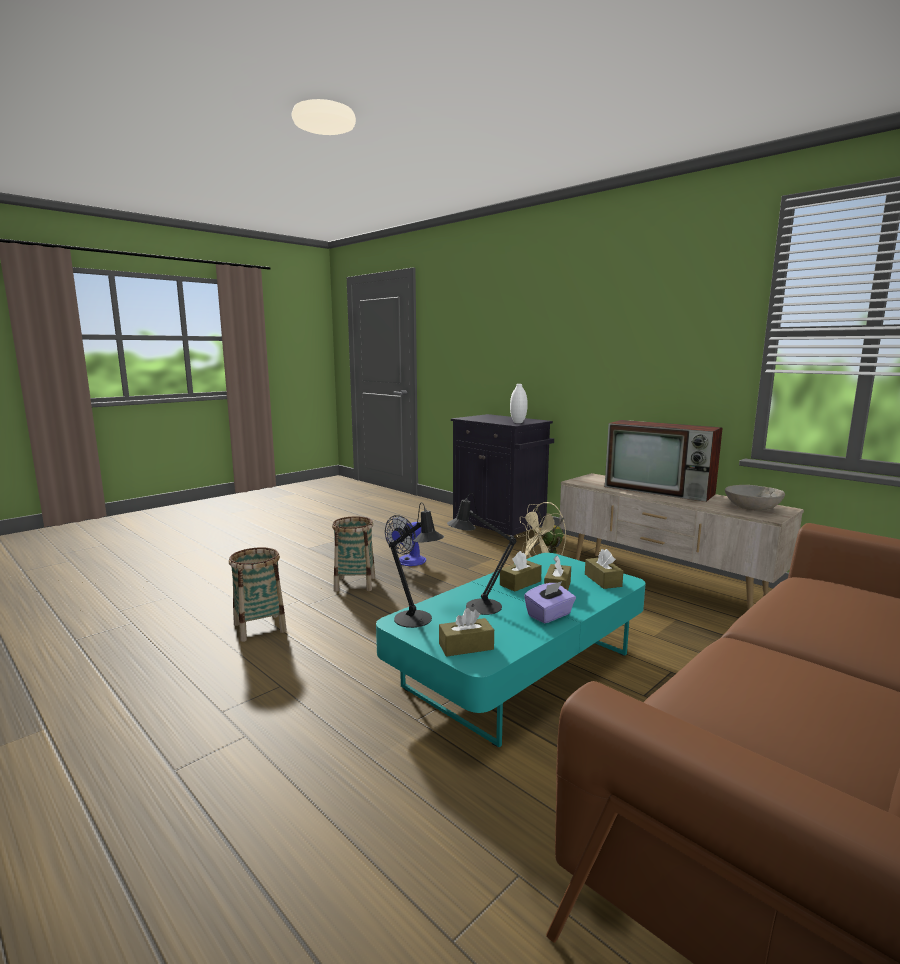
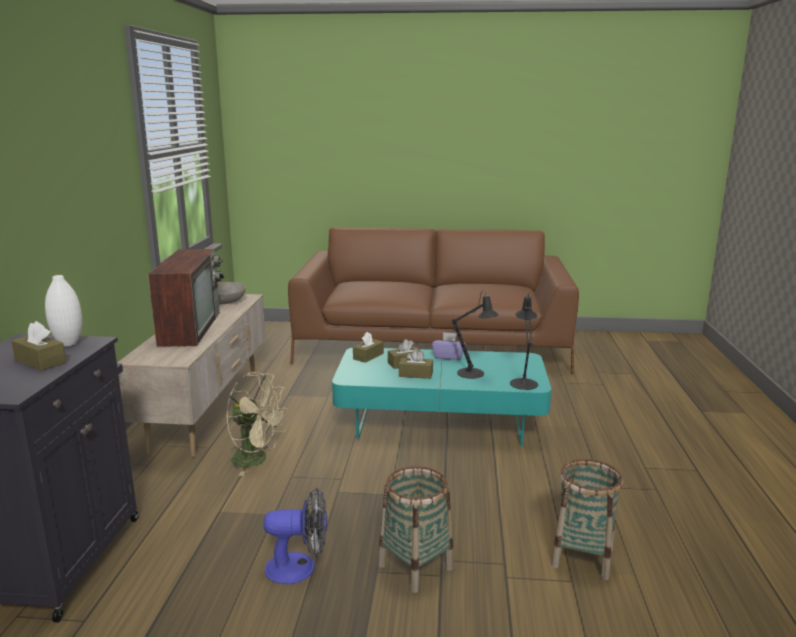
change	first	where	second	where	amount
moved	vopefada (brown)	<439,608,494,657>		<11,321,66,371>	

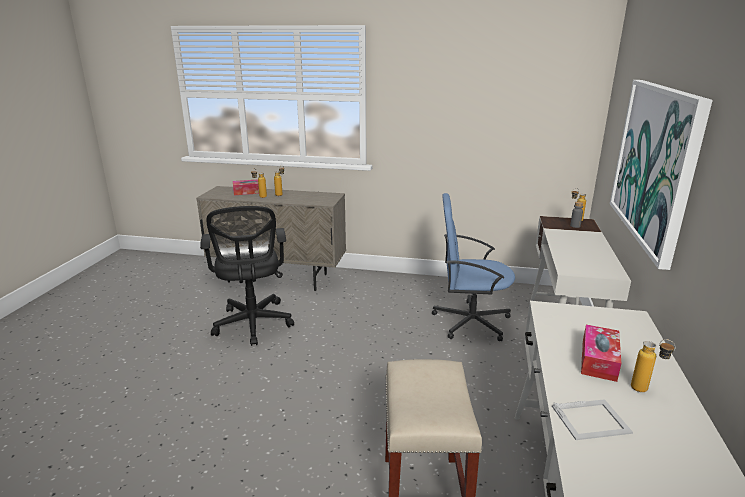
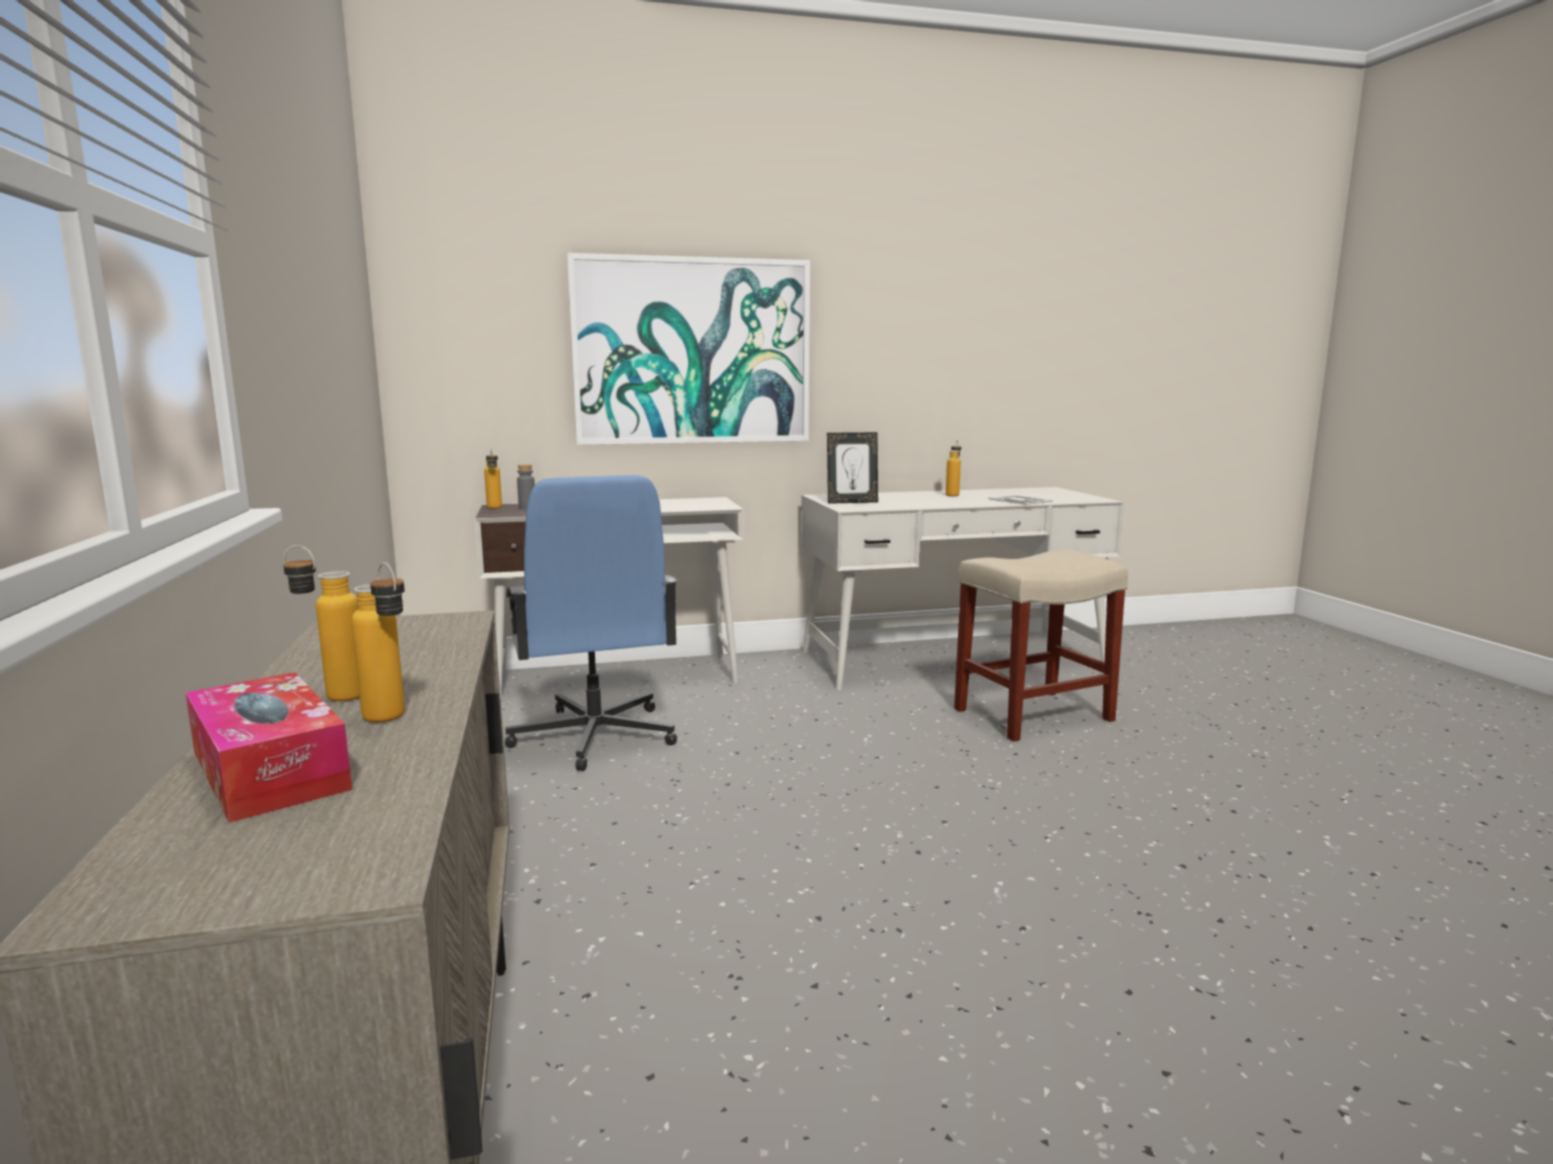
change	first	where	second	where	amount
removed	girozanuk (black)	<200,206,294,346>			
removed	vopefada	<581,325,621,382>			
added			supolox	<827,432,878,504>	

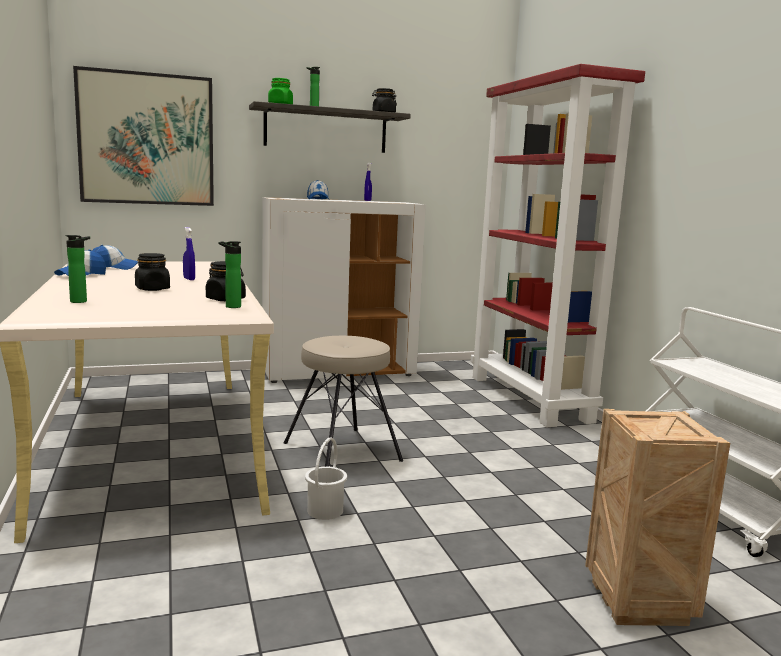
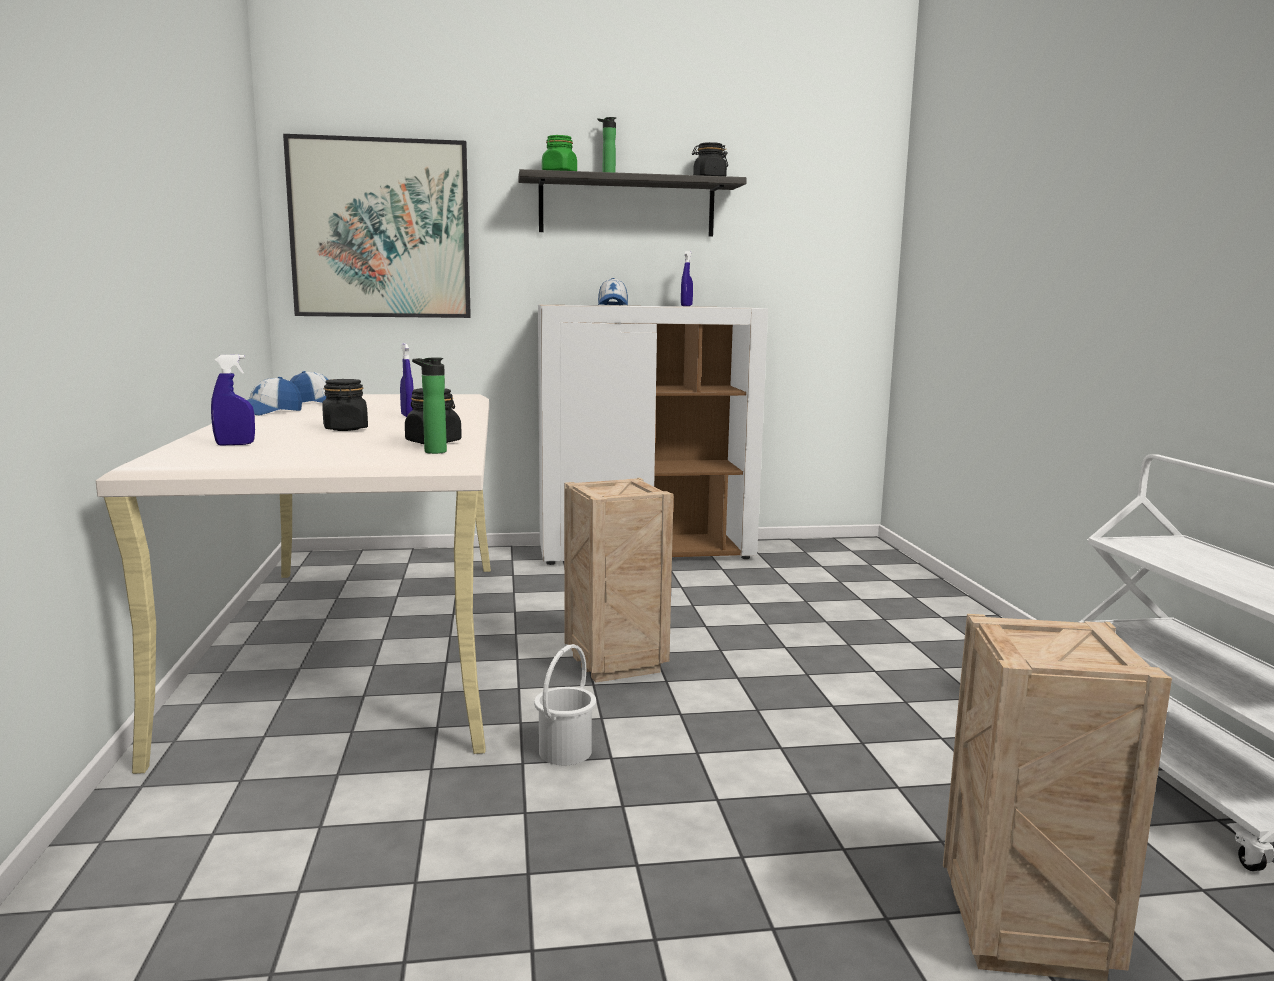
change	first	where	second	where	amount
removed	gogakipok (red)	<471,64,645,427>			
replaced	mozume	<66,235,90,303>	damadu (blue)	<211,354,255,446>	
replaced	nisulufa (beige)	<284,336,403,467>	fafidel	<564,478,673,683>	

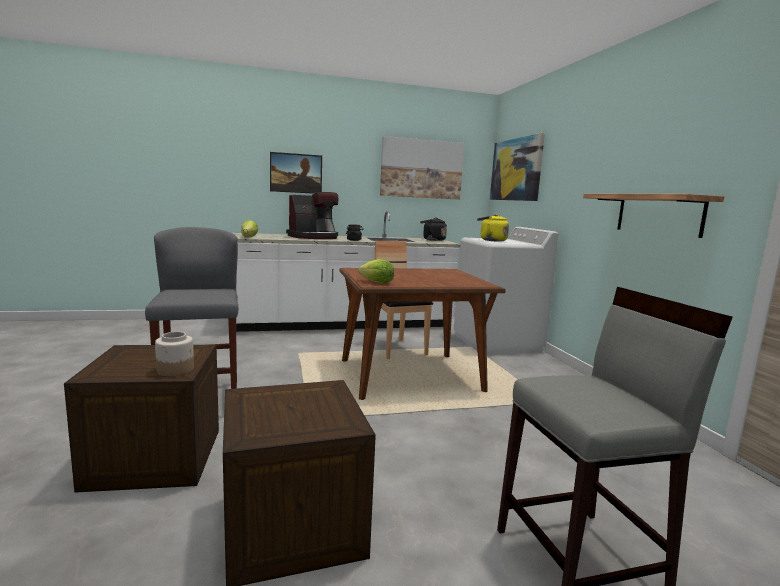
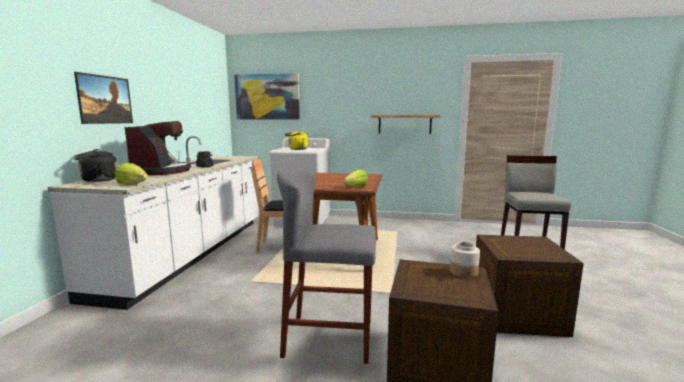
change	first	where	second	where	amount
removed	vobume	<380,136,464,200>			
moved	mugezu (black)	<420,218,447,241>		<74,149,118,182>	

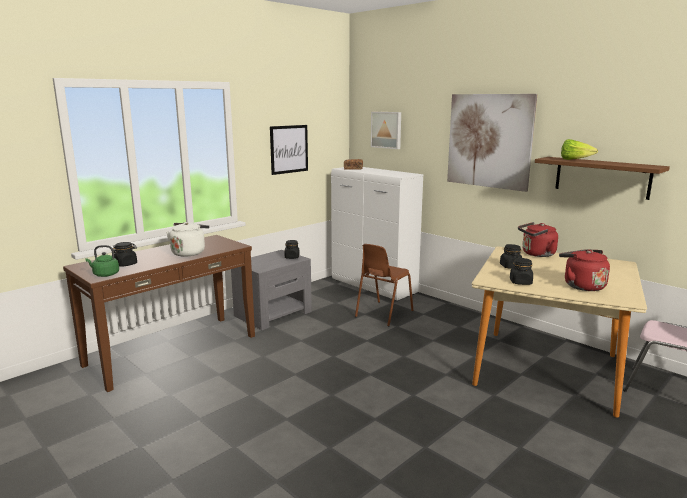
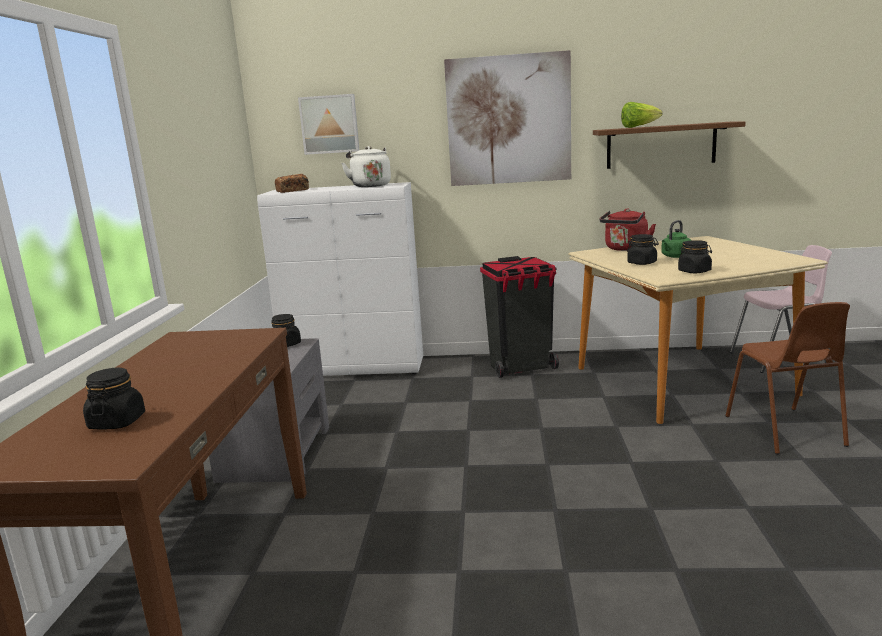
change	first	where	second	where	amount
removed	vobume	<270,125,308,175>			
moved	mugezu (white)	<166,222,209,257>		<341,146,391,187>	
moved	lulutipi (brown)	<355,244,413,326>		<725,302,850,454>	
moved	mugezu (green)	<86,245,119,277>		<661,220,691,258>	
removed	mugezu (red)	<559,249,610,291>			
added			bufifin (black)	<480,256,559,378>	

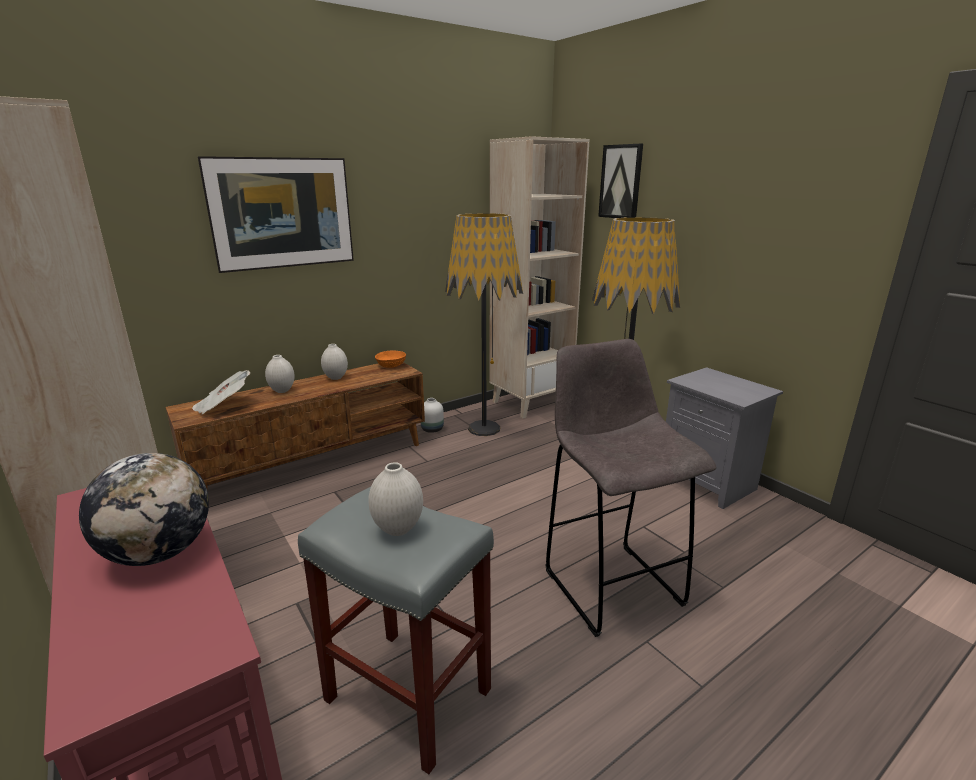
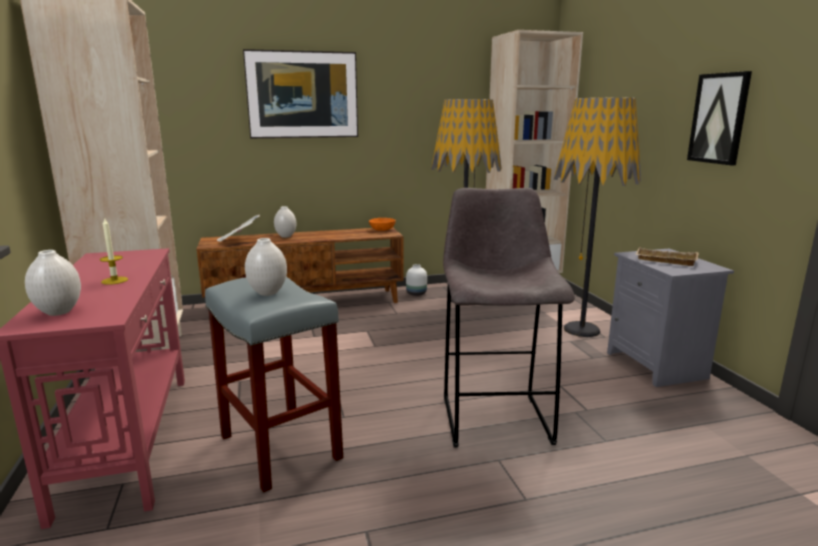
change	first	where	second	where	amount
moved	vobume	<598,144,643,218>		<687,71,752,165>	
moved	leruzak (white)	<321,344,348,380>		<25,250,81,316>	
replaced	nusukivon	<79,453,209,566>	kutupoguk	<100,217,128,285>	
added			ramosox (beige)	<635,247,699,266>	

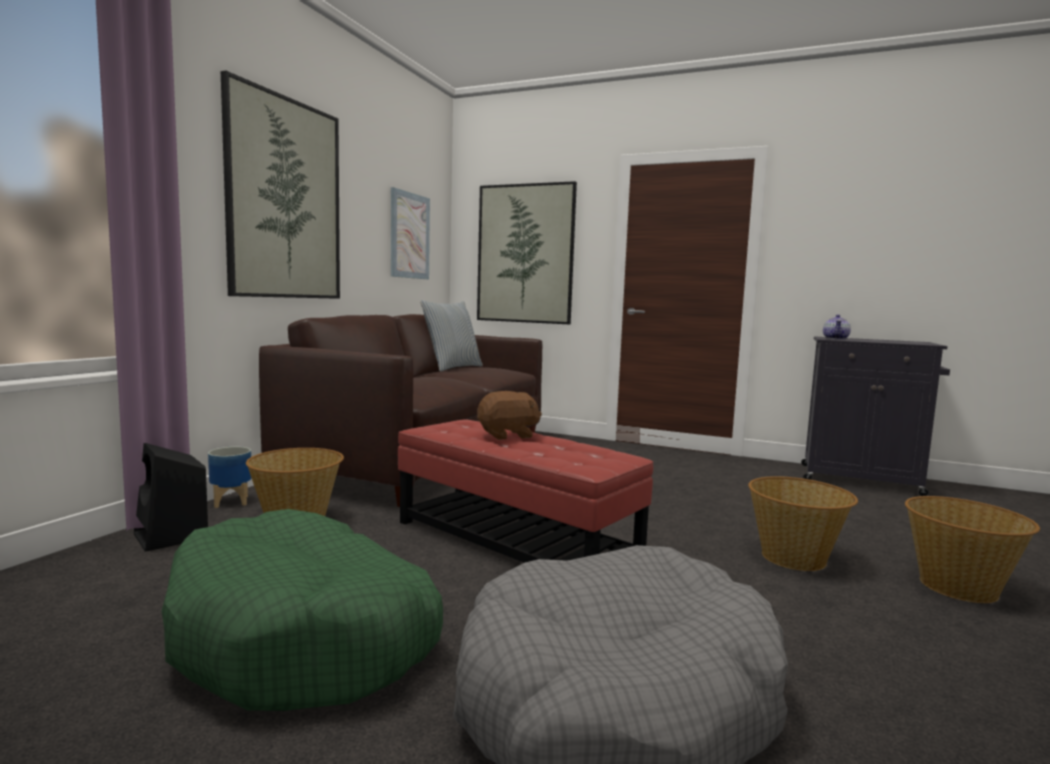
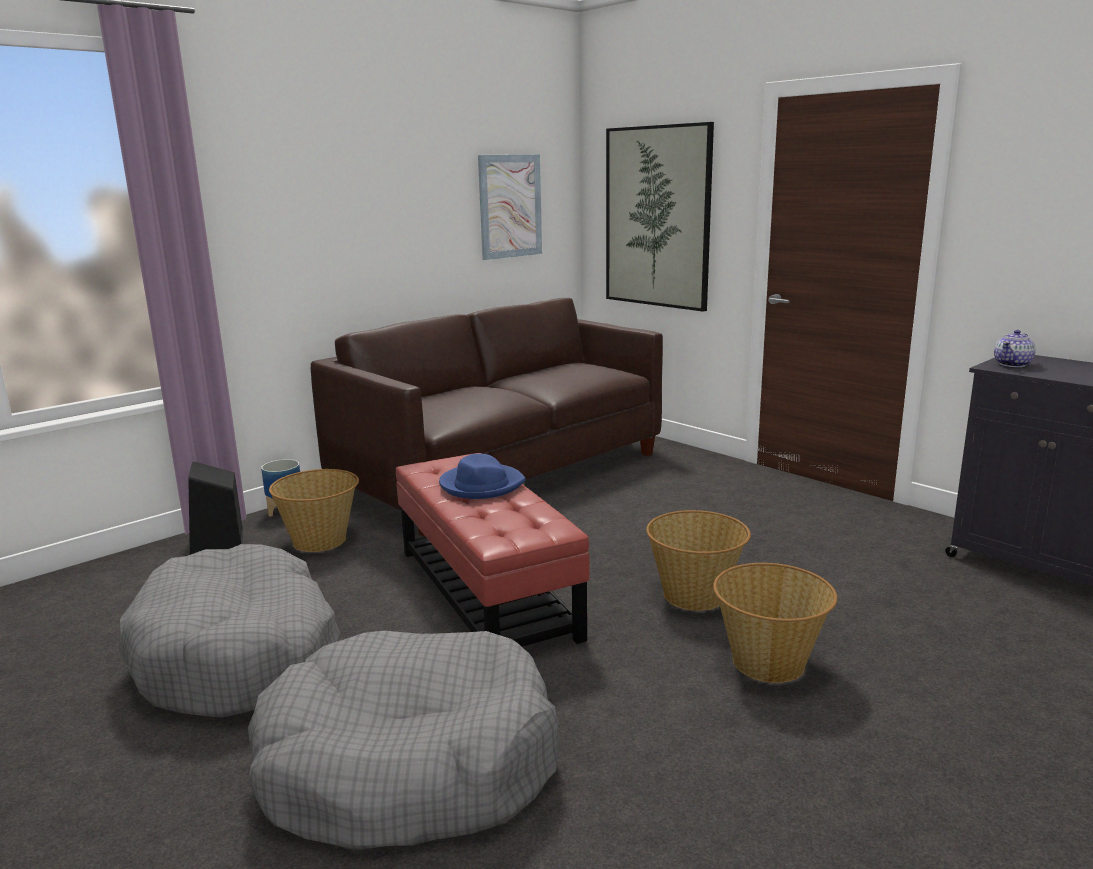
change	first	where	second	where	amount
removed	vobume	<221,71,340,299>			
removed	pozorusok	<420,300,483,372>			
replaced	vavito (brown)	<477,391,542,440>	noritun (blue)	<439,454,526,499>	
moved	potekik	<905,496,1040,603>		<646,510,751,611>	
recoloured	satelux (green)	<162,509,443,711>	satelux (grey)	<119,544,340,718>	

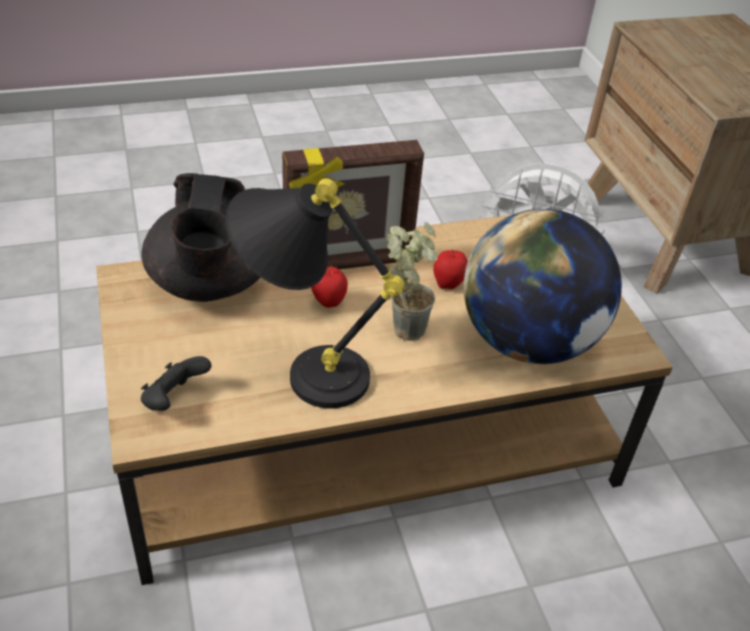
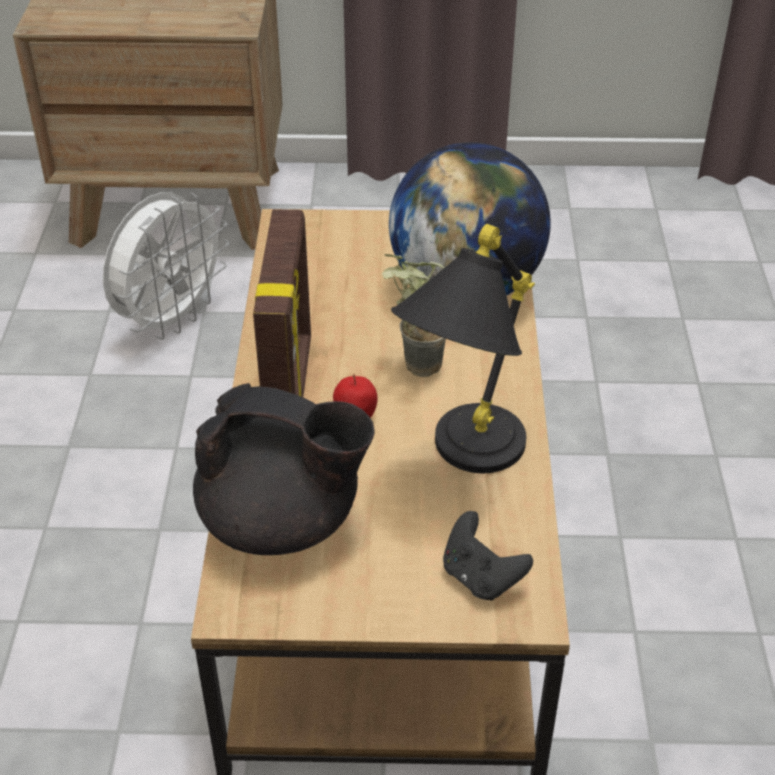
change	first	where	second	where	amount
removed	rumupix	<433,250,468,289>			

